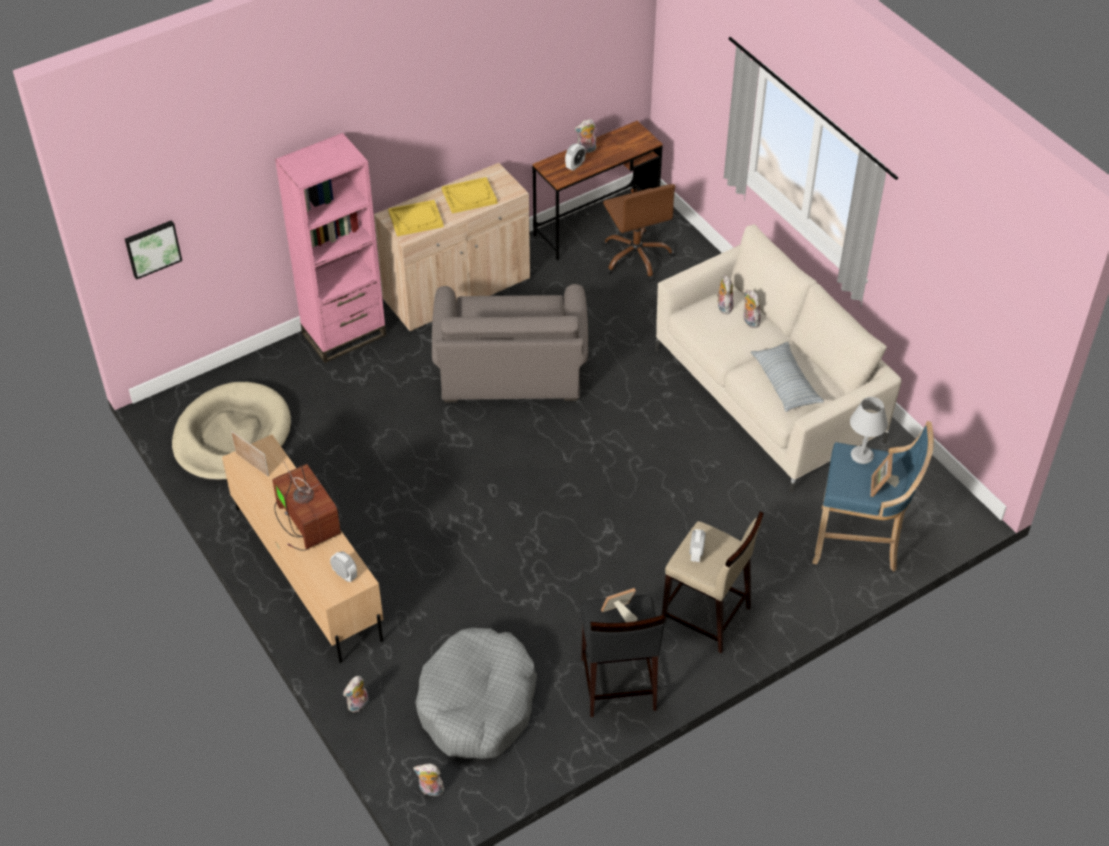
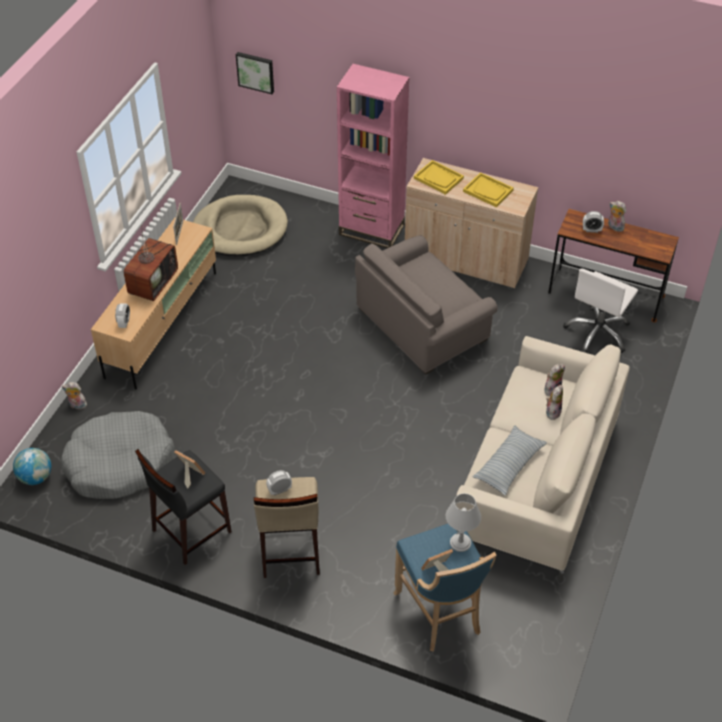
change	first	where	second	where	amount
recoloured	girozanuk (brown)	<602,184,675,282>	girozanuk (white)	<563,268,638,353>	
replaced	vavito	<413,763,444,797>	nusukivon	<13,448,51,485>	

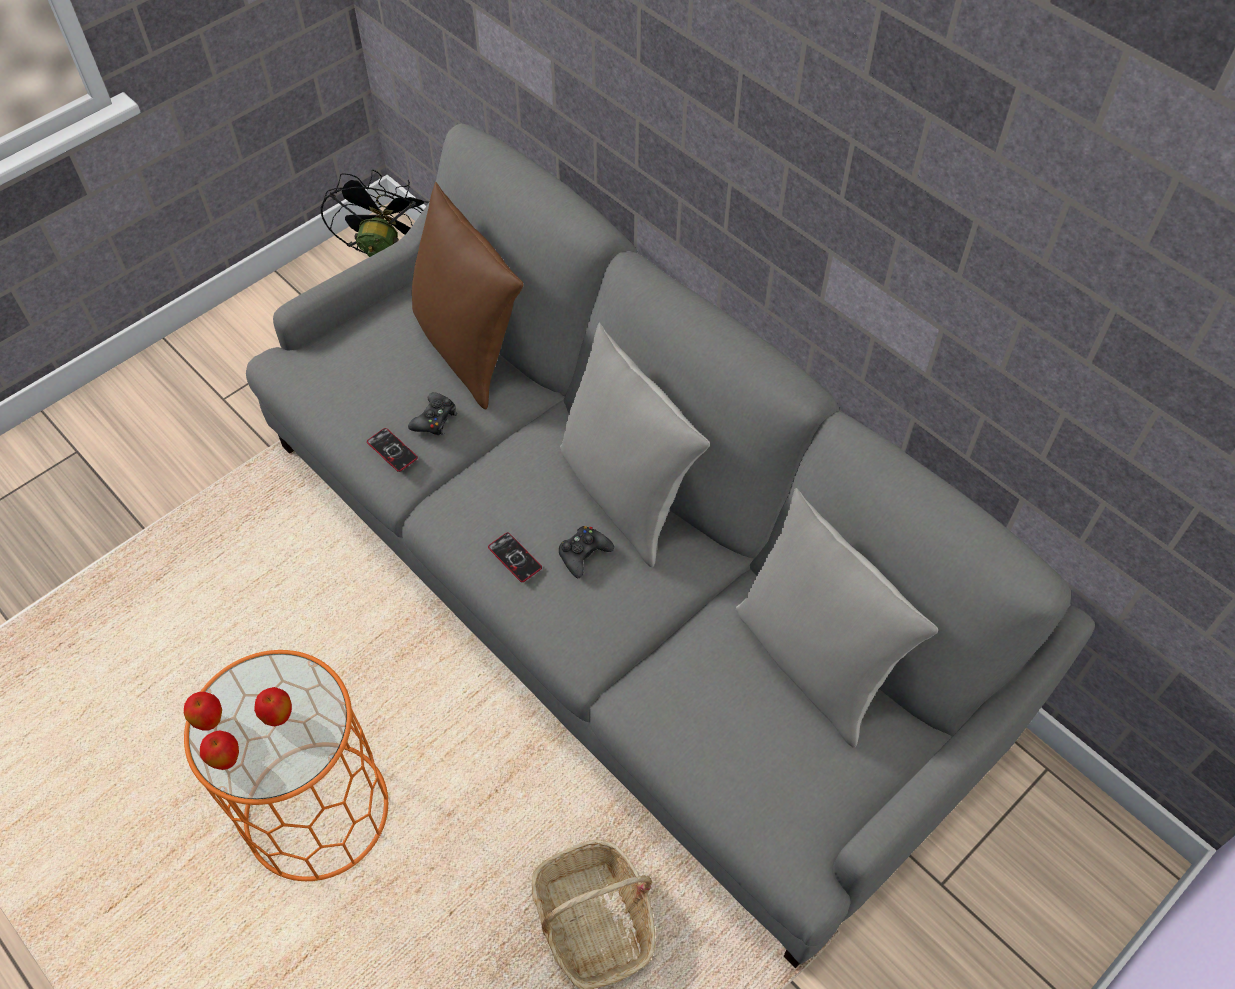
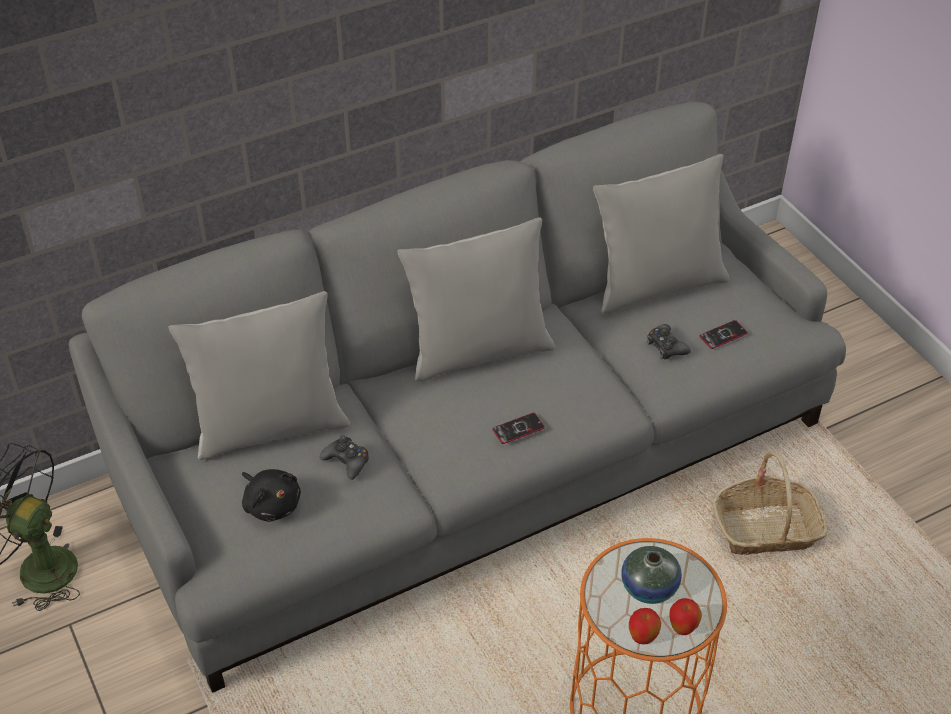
change	first	where	second	where	amount
recoloured	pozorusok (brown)	<412,182,523,409>	pozorusok (grey)	<169,291,350,460>	
moved	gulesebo	<367,428,418,472>		<699,320,748,349>	
moved	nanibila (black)	<559,526,614,578>		<646,324,691,359>	
replaced	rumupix	<254,687,292,726>	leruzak	<621,546,682,604>	
added			vavito (black)	<242,469,301,522>	

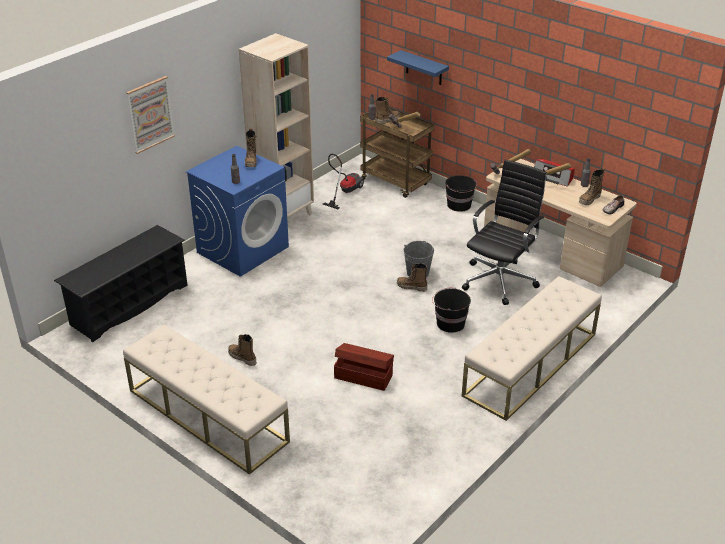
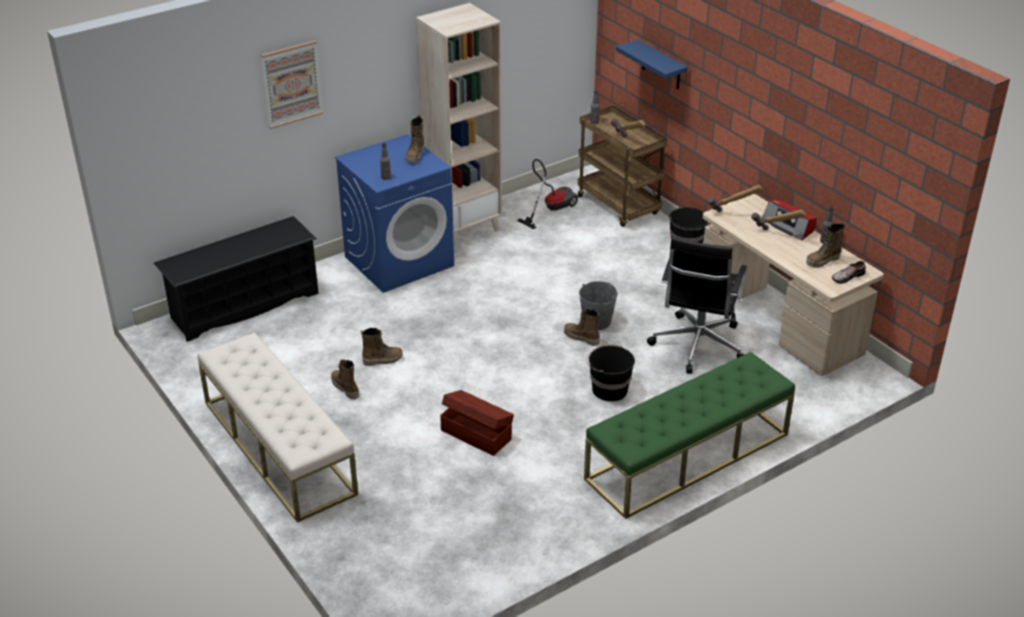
change	first	where	second	where	amount
moved	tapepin	<375,97,400,124>		<361,328,403,366>	
turned	girozanuk (black)	<462,160,547,305>		<647,237,747,374>	150 degrees clockwise
recoloured	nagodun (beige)	<462,276,602,421>	nagodun (green)	<584,352,795,519>	

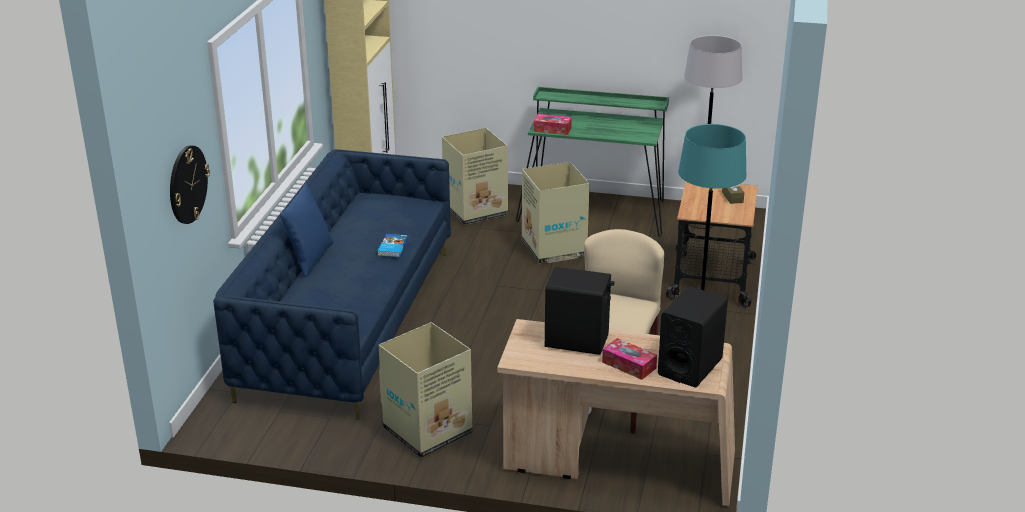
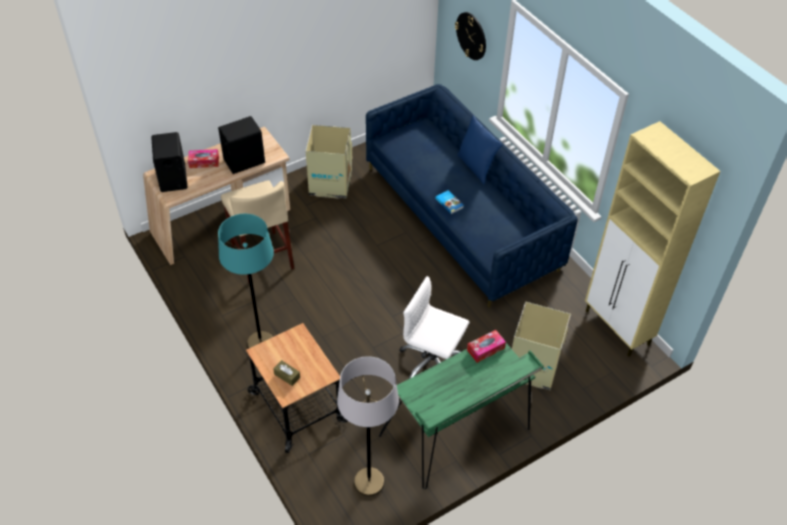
change	first	where	second	where	amount
replaced	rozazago	<522,162,589,263>	girozanuk (white)	<399,276,470,379>	

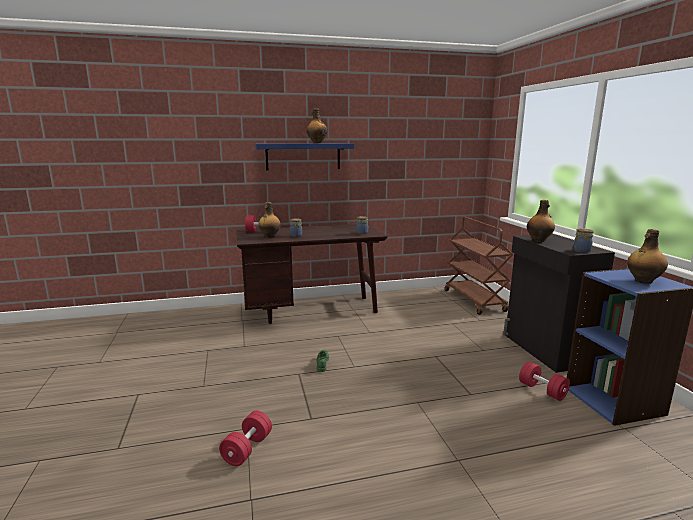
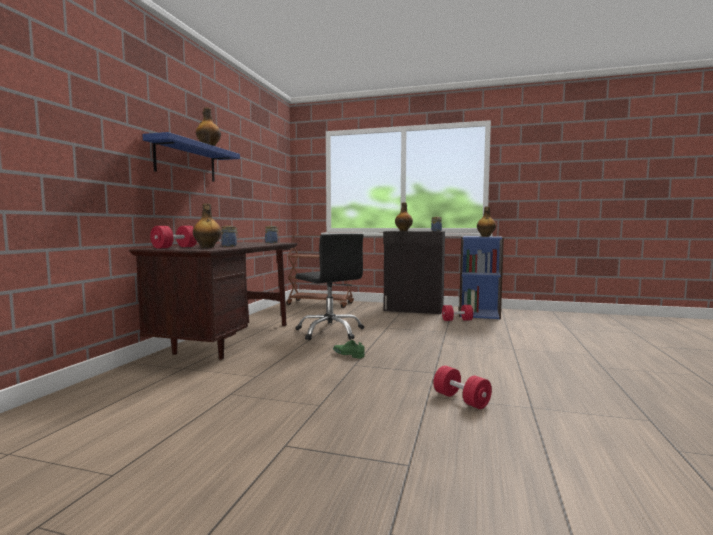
change	first	where	second	where	amount
added			girozanuk (black)	<295,233,364,340>	

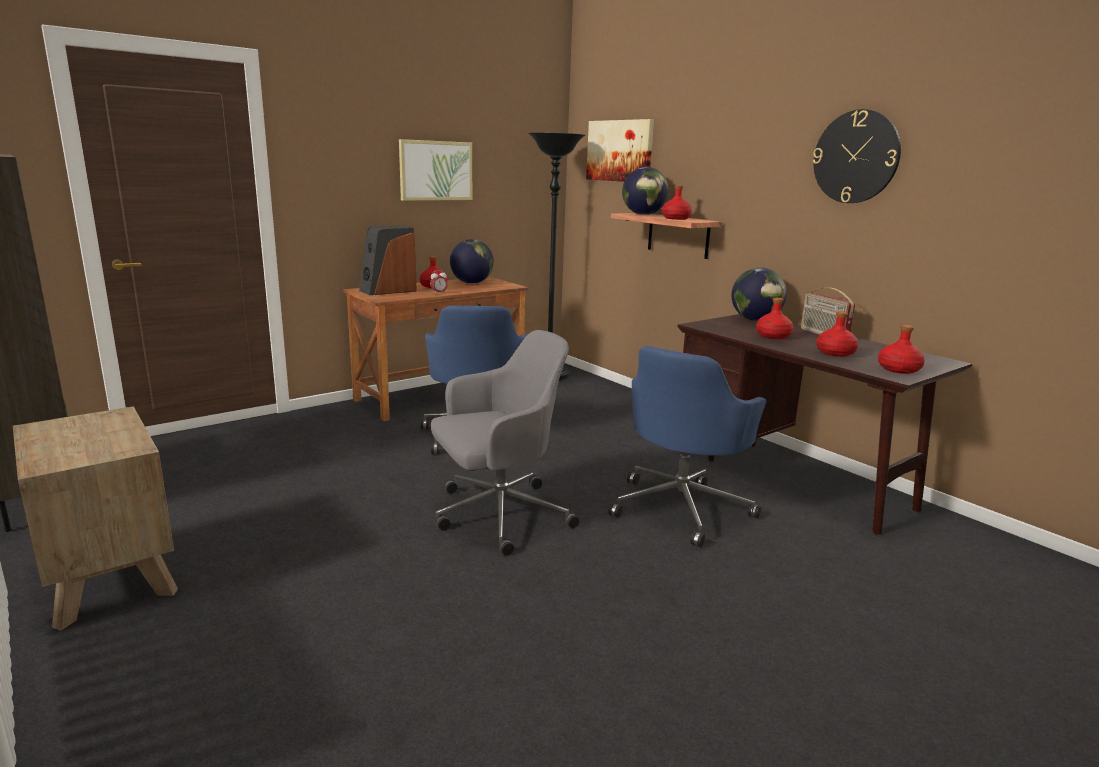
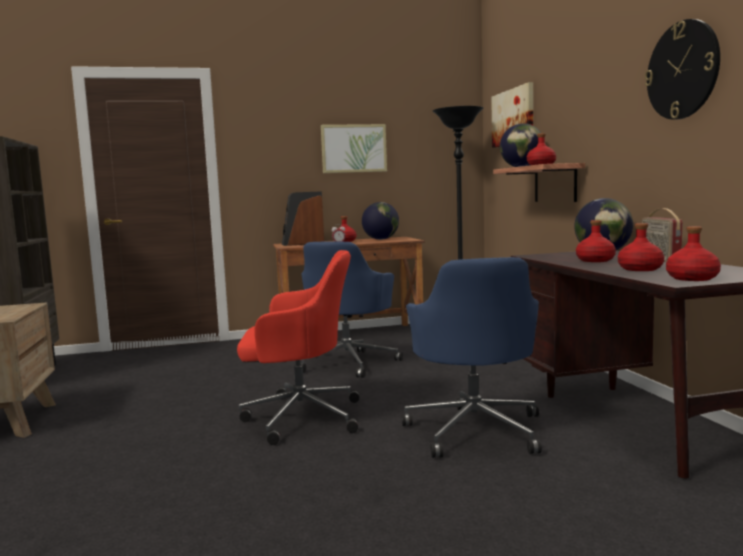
change	first	where	second	where	amount
recoloured	girozanuk (grey)	<431,330,579,556>	girozanuk (red)	<237,250,359,445>	
turned	girozanuk (blue)	<609,346,766,547>		<402,257,542,458>	60 degrees counterclockwise

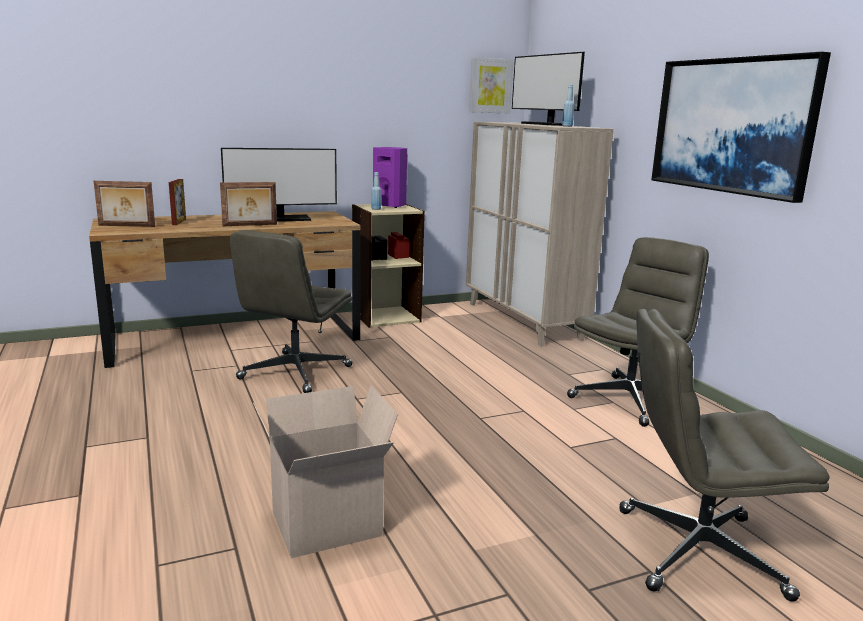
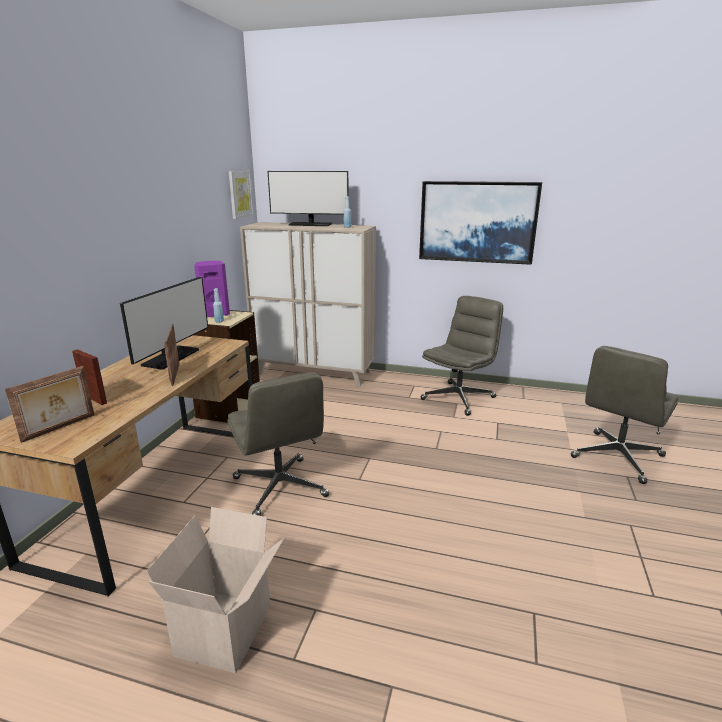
change	first	where	second	where	amount
turned	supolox	<220,182,277,226>		<164,324,179,386>	150 degrees clockwise
turned	girozanuk (grey)	<567,237,709,427>		<420,296,503,416>	45 degrees clockwise
moved	rozazago	<253,385,398,558>		<147,507,284,673>	

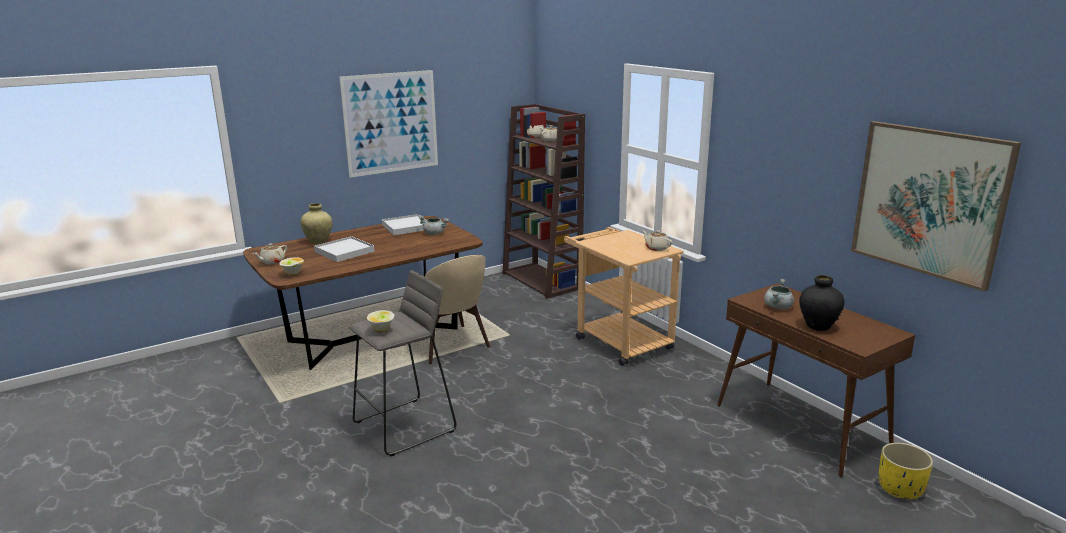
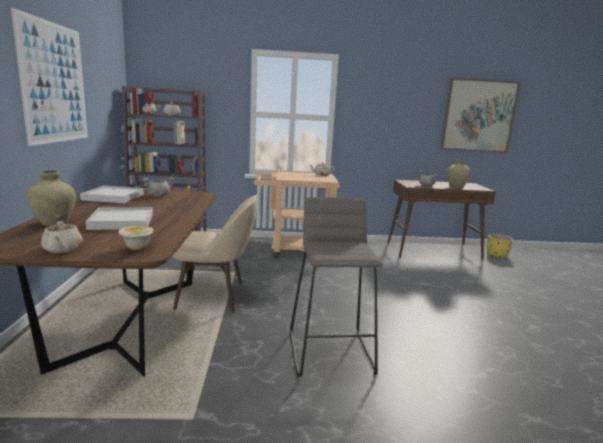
change	first	where	second	where	amount
recoloured	leruzak (black)	<799,275,845,331>	leruzak (beige)	<447,159,471,188>	
removed	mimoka	<367,310,395,333>			

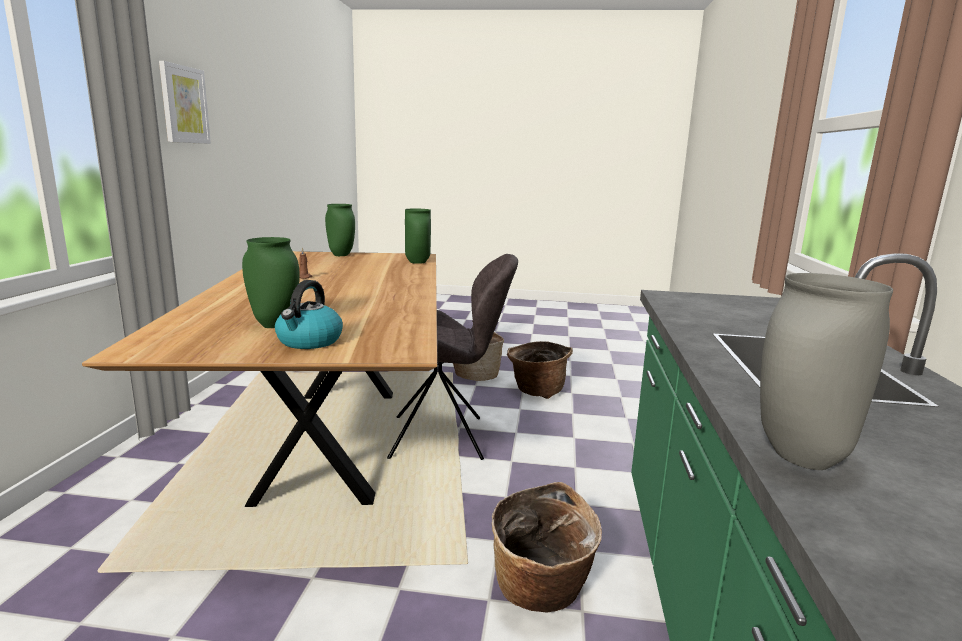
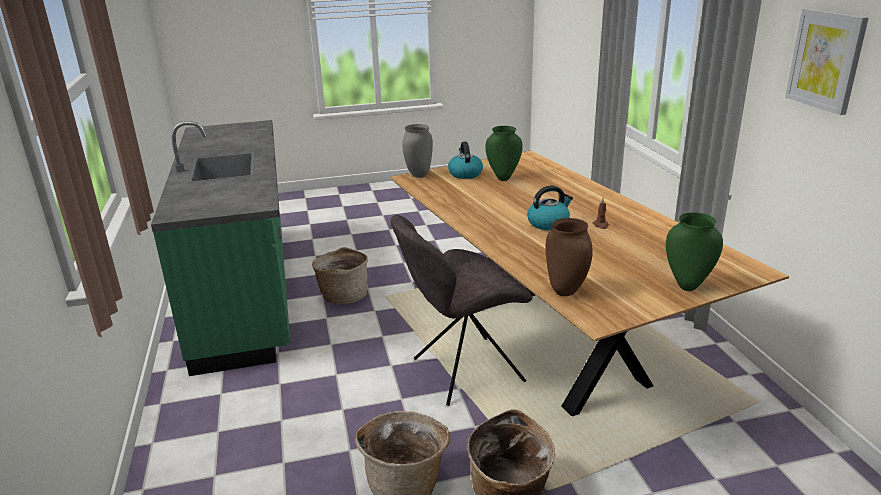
change	first	where	second	where	amount
recoloured	leruzak (green)	<405,208,431,264>	leruzak (brown)	<545,218,593,296>	
moved	leruzak (grey)	<760,273,893,470>		<402,124,433,178>	
added			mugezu	<527,185,573,230>	

